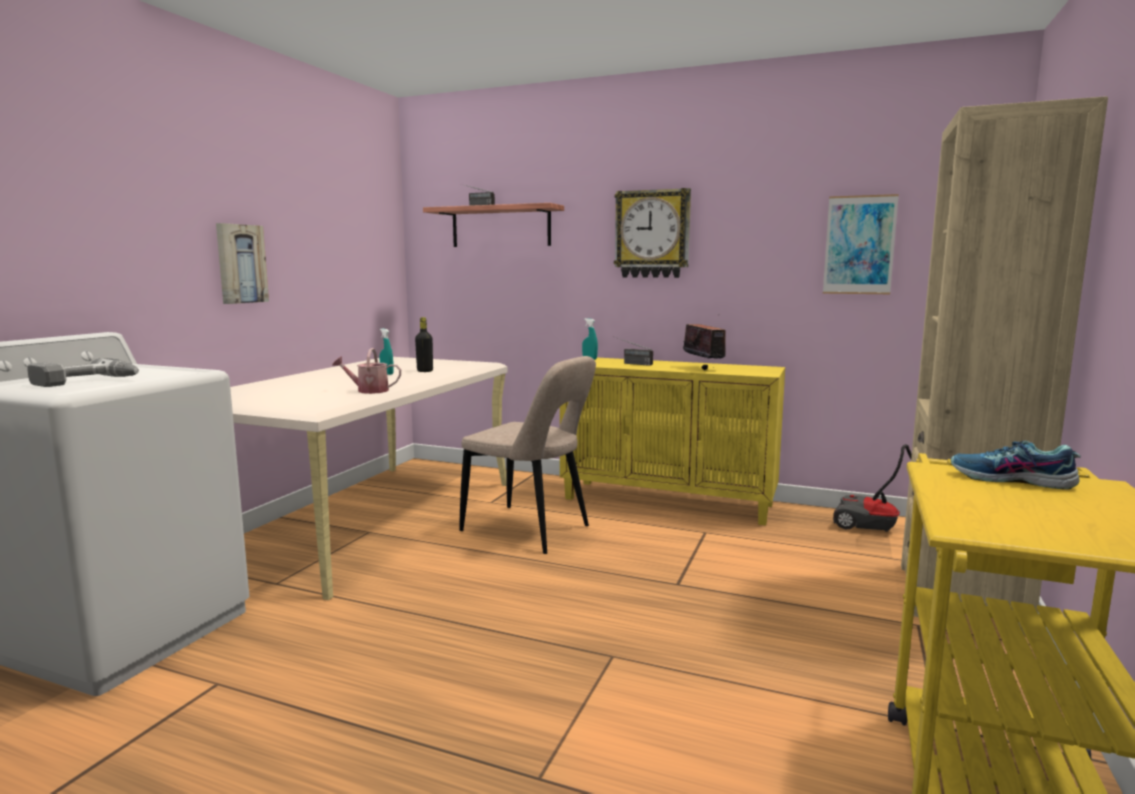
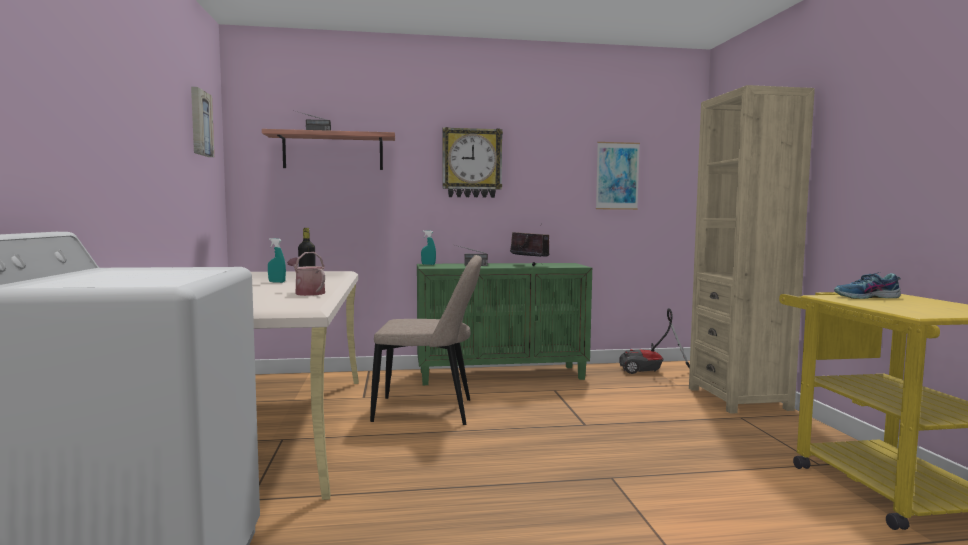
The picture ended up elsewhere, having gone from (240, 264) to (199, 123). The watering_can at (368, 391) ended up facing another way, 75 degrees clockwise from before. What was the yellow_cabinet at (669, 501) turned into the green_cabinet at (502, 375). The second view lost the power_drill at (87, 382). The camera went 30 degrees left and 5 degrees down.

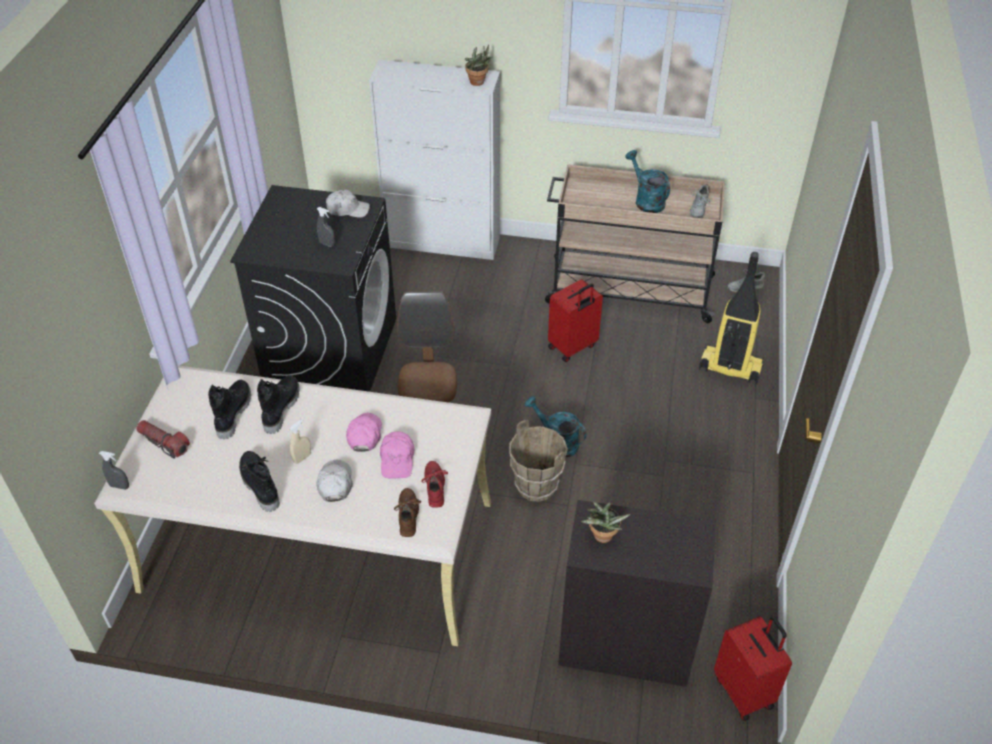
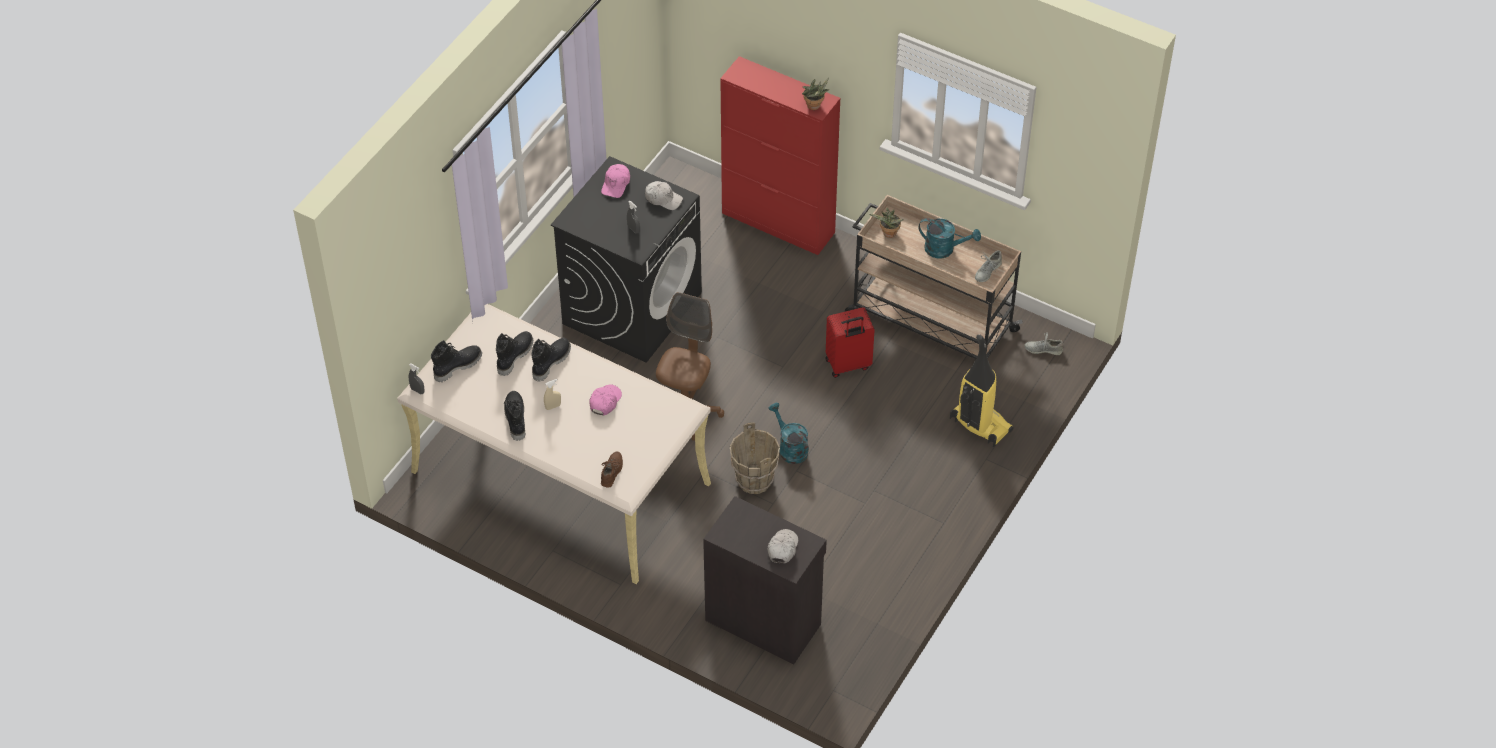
Where the flashlight stood at (164, 443), the black_boot came to stand at (457, 366). The pink_cap ended up elsewhere, having gone from (397, 459) to (616, 184). What was the white_cabinet at (443, 242) turned into the red_cabinet at (778, 223). The white_cap ended up elsewhere, having gone from (335, 483) to (782, 548). The potted_plant ended up elsewhere, having gone from (602, 538) to (888, 234). The turquoise_watering_can at (646, 200) ended up facing another way, 120 degrees clockwise from before. The second view lost the red_shoe at (435, 486). The second view lost the red_suitcase at (745, 691). The camera went 20 degrees right and 5 degrees up.

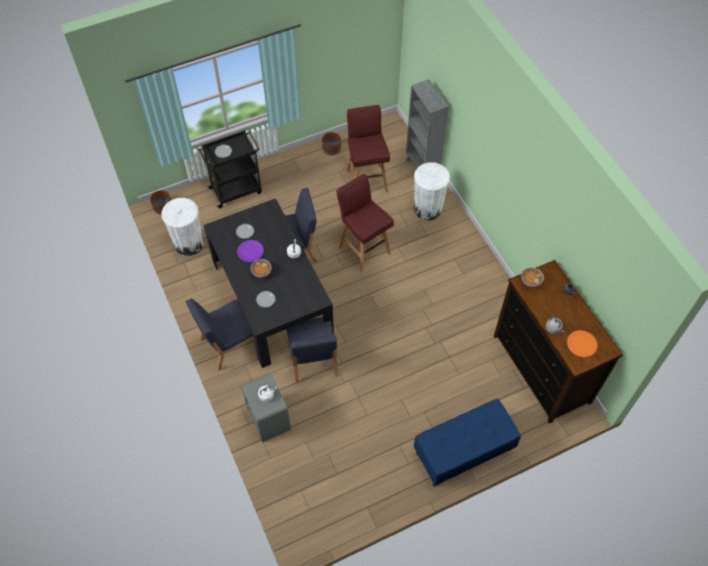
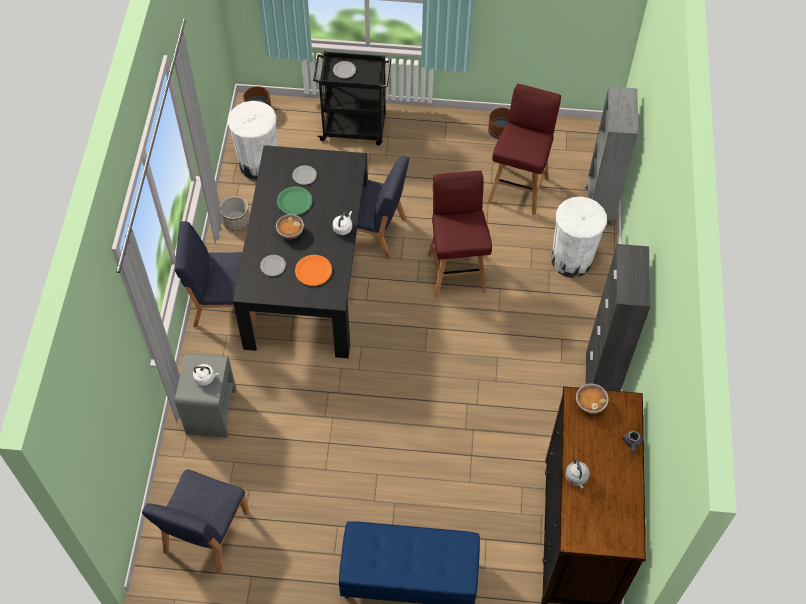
The blue_chair ended up elsewhere, having gone from (313, 359) to (205, 533). The second view gained the planter at (236, 221). What was the purple_plate at (250, 251) turned into the green_plate at (294, 201). The orange_plate ended up elsewhere, having gone from (582, 344) to (313, 271). The second view gained the black_cabinet at (599, 381). The camera went 30 degrees right and 0 degrees up.

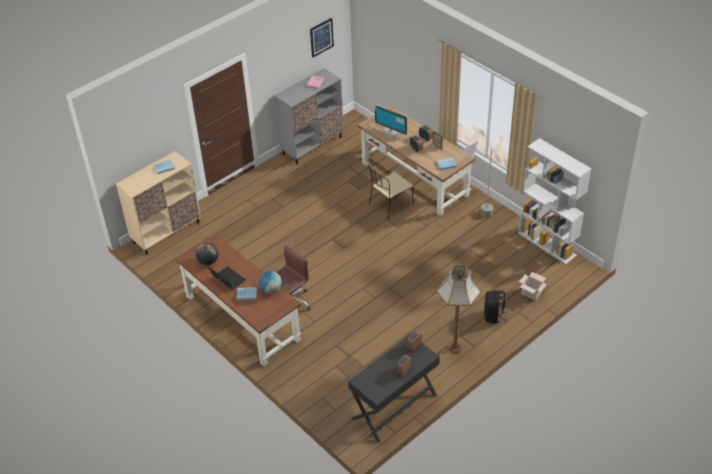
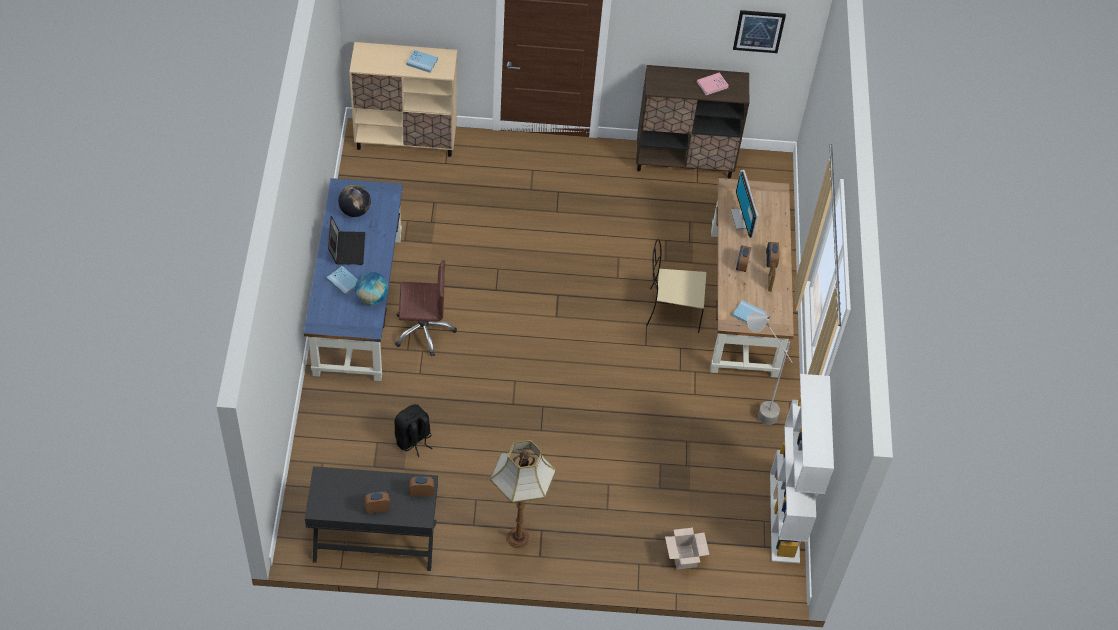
What was the brown_desk at (241, 318) turned into the blue_desk at (357, 303). The black_backpack ended up elsewhere, having gone from (493, 316) to (413, 440). What was the grey_cabinet at (312, 145) turned into the brown_cabinet at (684, 161). The camera went 40 degrees right and 10 degrees up.

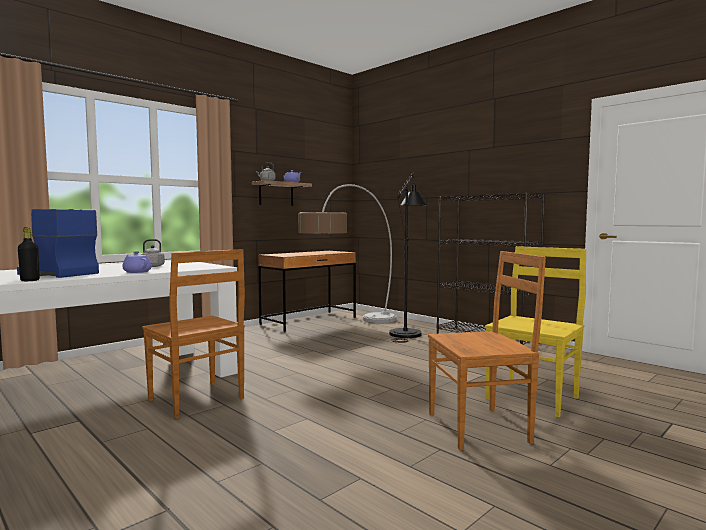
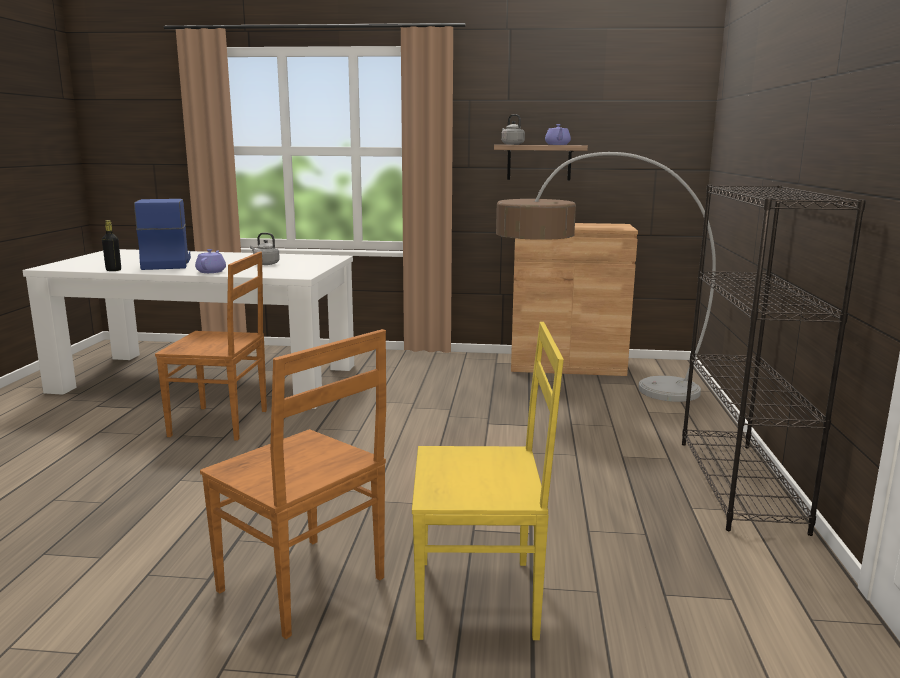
The brown_chair at (197, 400) ended up facing another way, 90 degrees counterclockwise from before. Where the brown_desk stood at (309, 321), the brown_cabinet came to stand at (567, 365). The second view lost the black_floor_lamp at (407, 332). The camera went 50 degrees right and 10 degrees up.

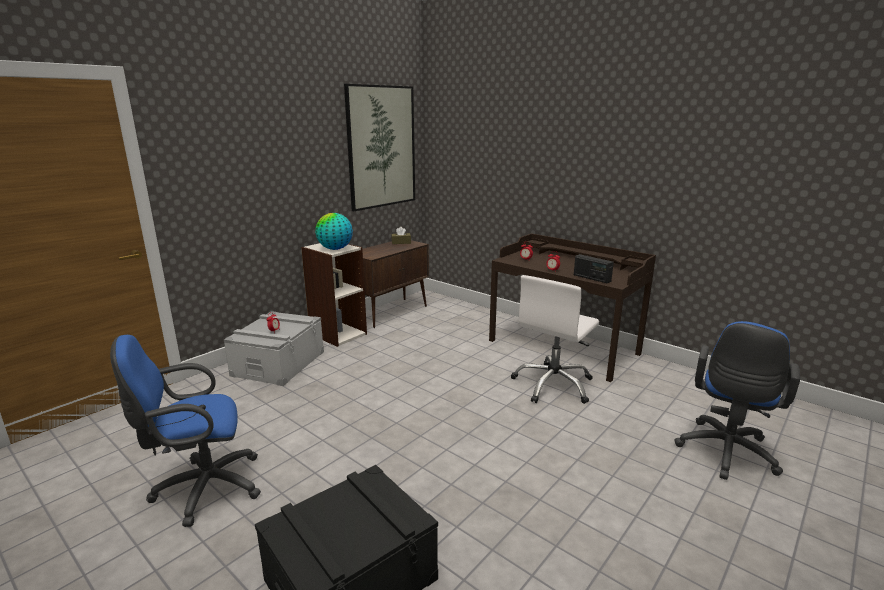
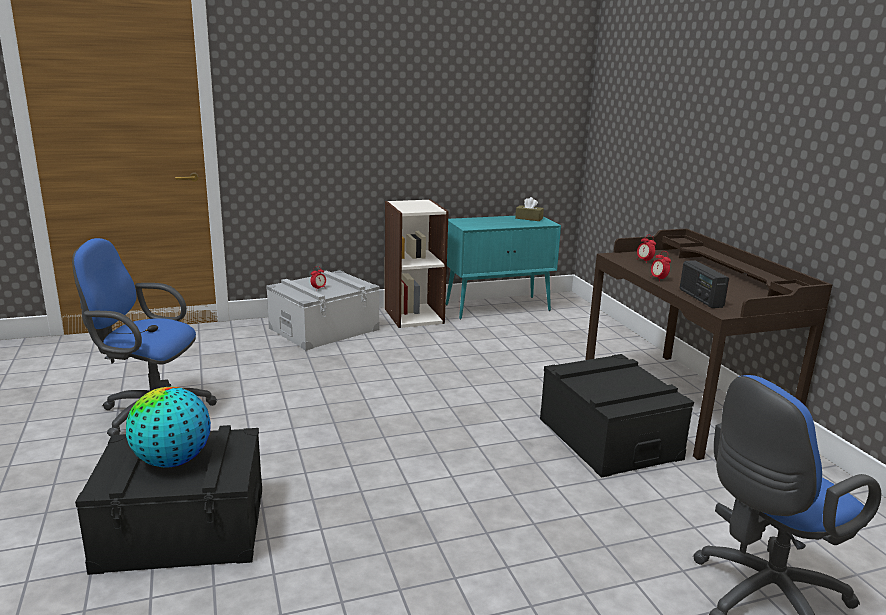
The globe ended up elsewhere, having gone from (335, 249) to (172, 461). What was the brown_cabinet at (391, 312) turned into the turquoise_cabinet at (498, 307). Where the white_office_chair stood at (553, 385), the black_storage_box came to stand at (608, 438). The second view lost the picture at (381, 147). The camera went 30 degrees right and 0 degrees up.

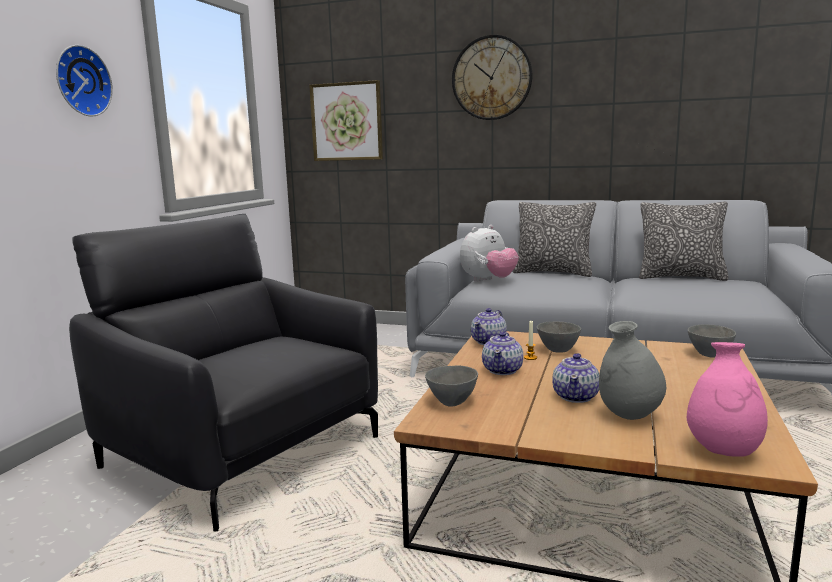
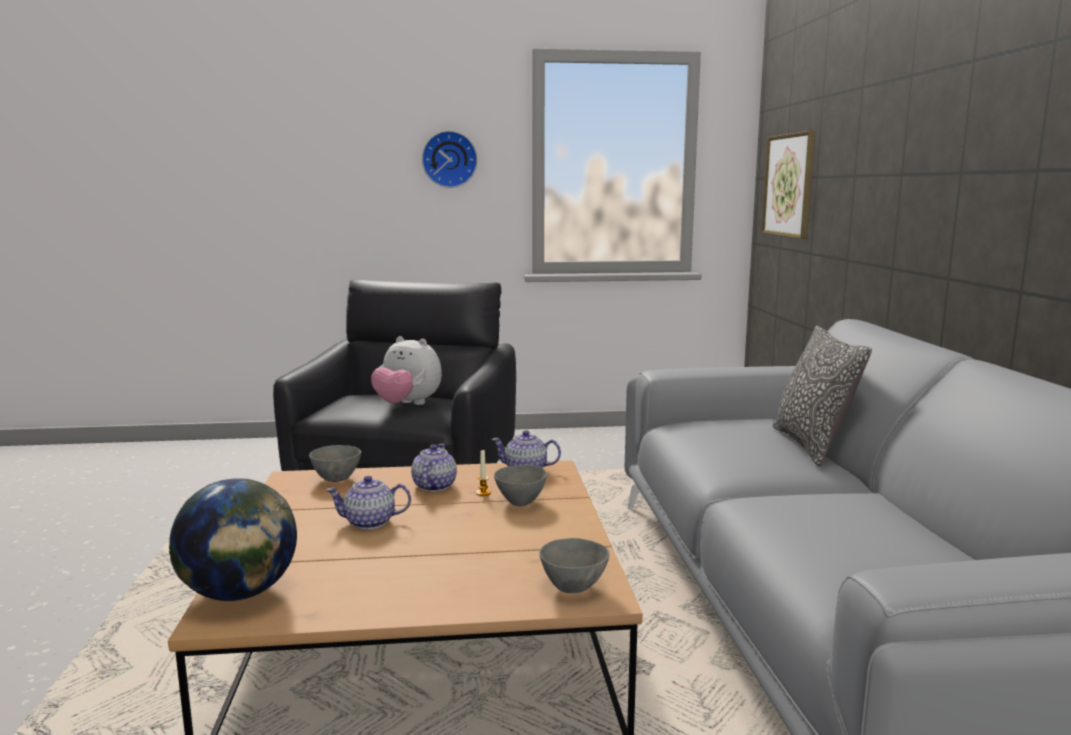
Where the pink_vase stood at (723, 451), the globe came to stand at (240, 594). The plush_toy ended up elsewhere, having gone from (488, 281) to (407, 405). The teapot at (503, 370) ended up facing another way, 105 degrees clockwise from before. The second view lost the wall_clock at (491, 78). The second view lost the grey_vase at (629, 415). The second view lost the pillow at (680, 277). The camera went 65 degrees right and 0 degrees up.

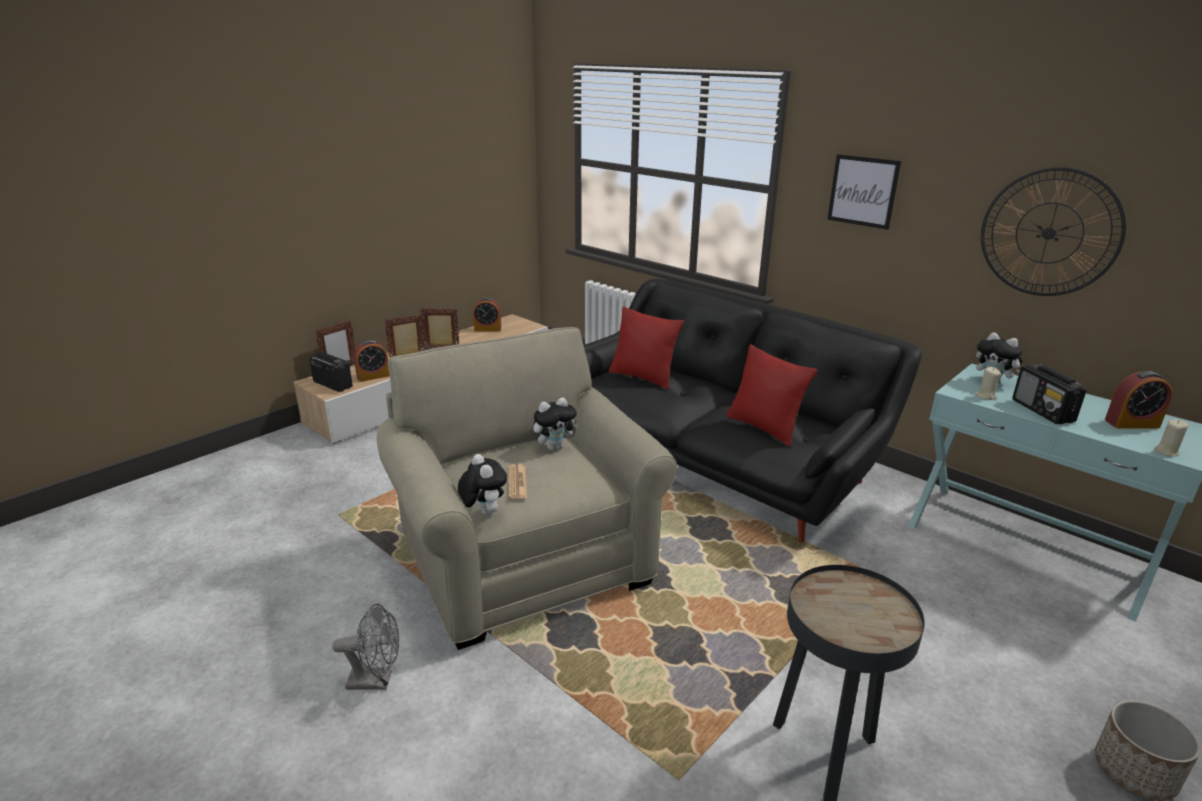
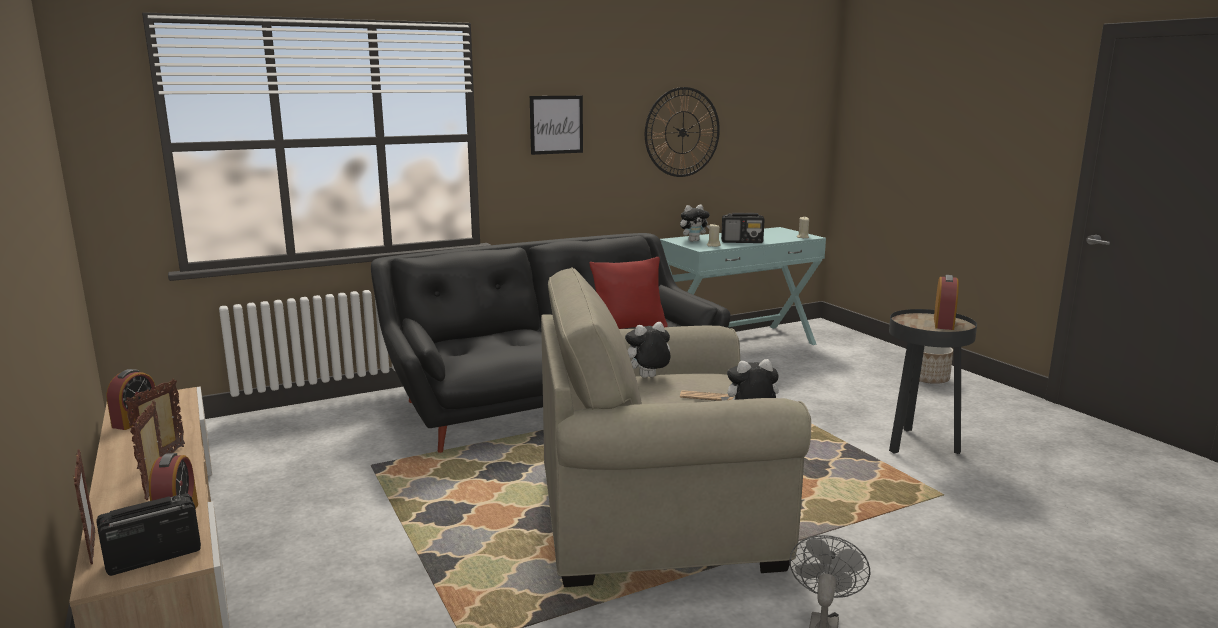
The plush_toy at (555, 447) ended up facing another way, 105 degrees counterclockwise from before. The alarm_clock ended up elsewhere, having gone from (1132, 423) to (943, 323). The second view lost the red_pillow at (643, 377). The camera went 70 degrees left and 10 degrees down.

